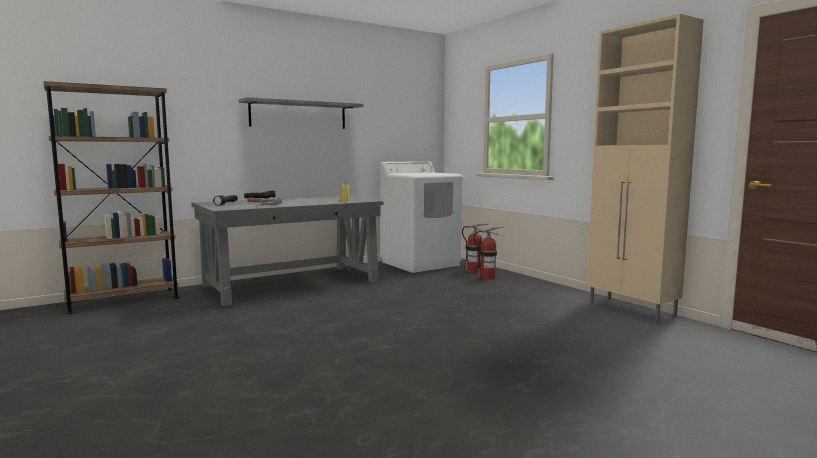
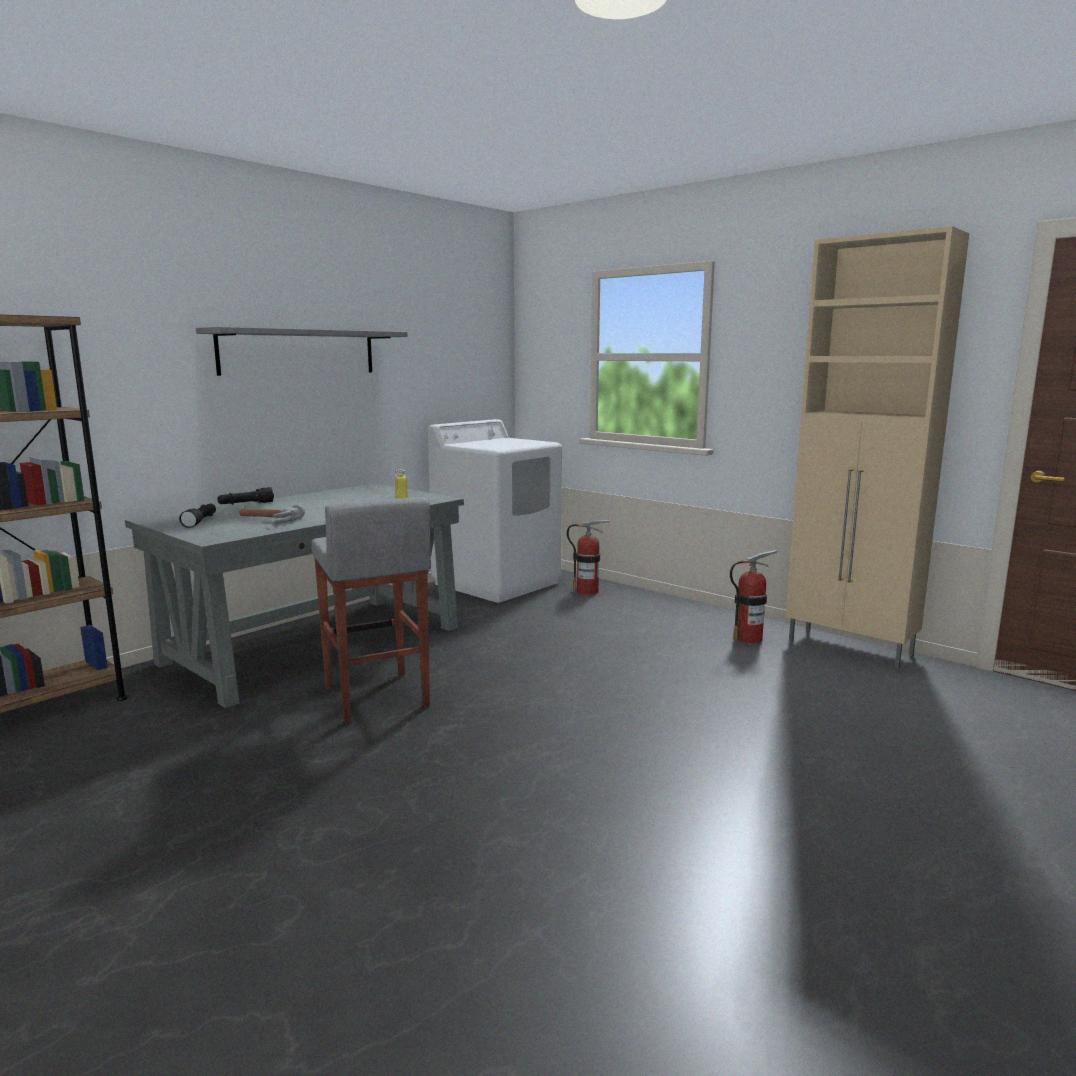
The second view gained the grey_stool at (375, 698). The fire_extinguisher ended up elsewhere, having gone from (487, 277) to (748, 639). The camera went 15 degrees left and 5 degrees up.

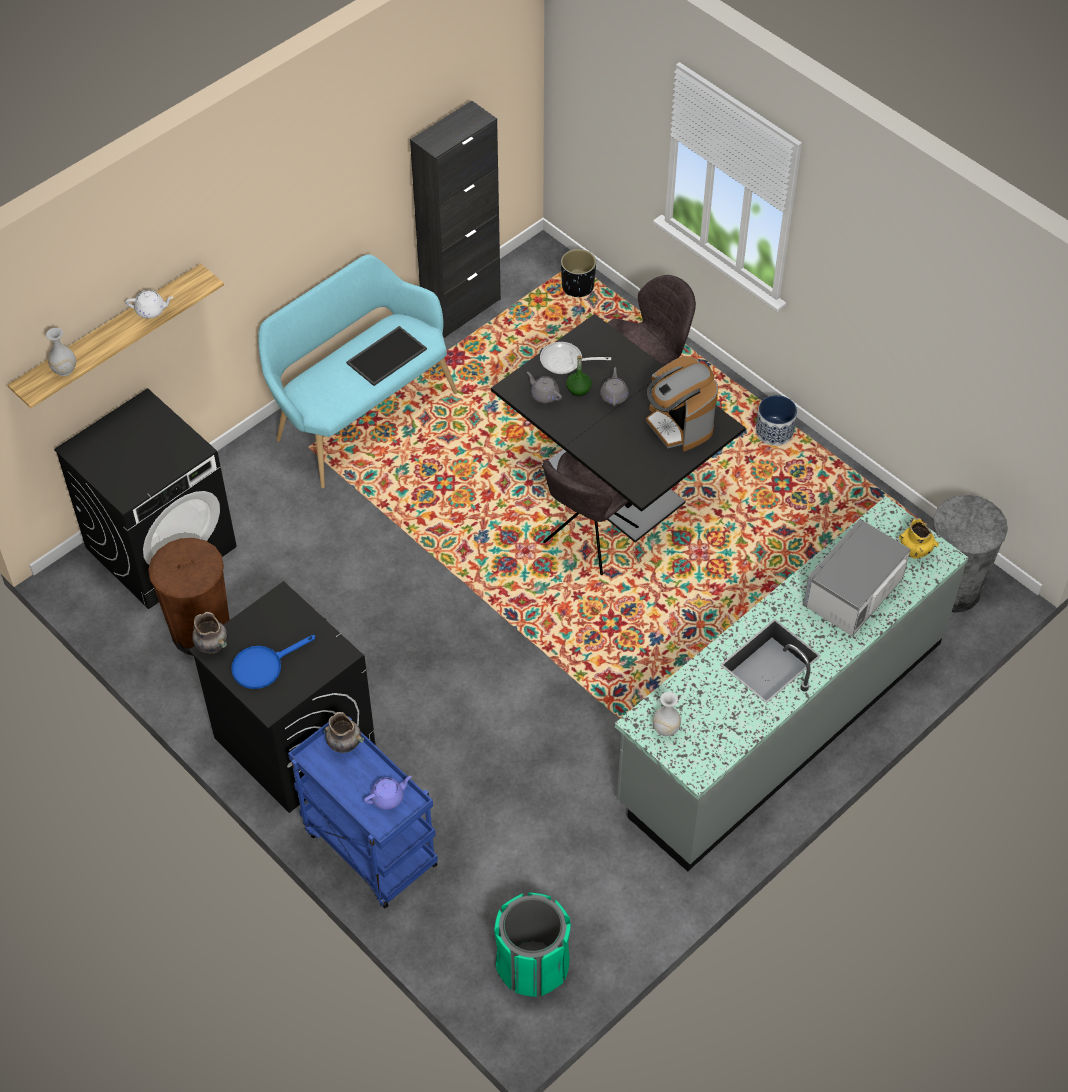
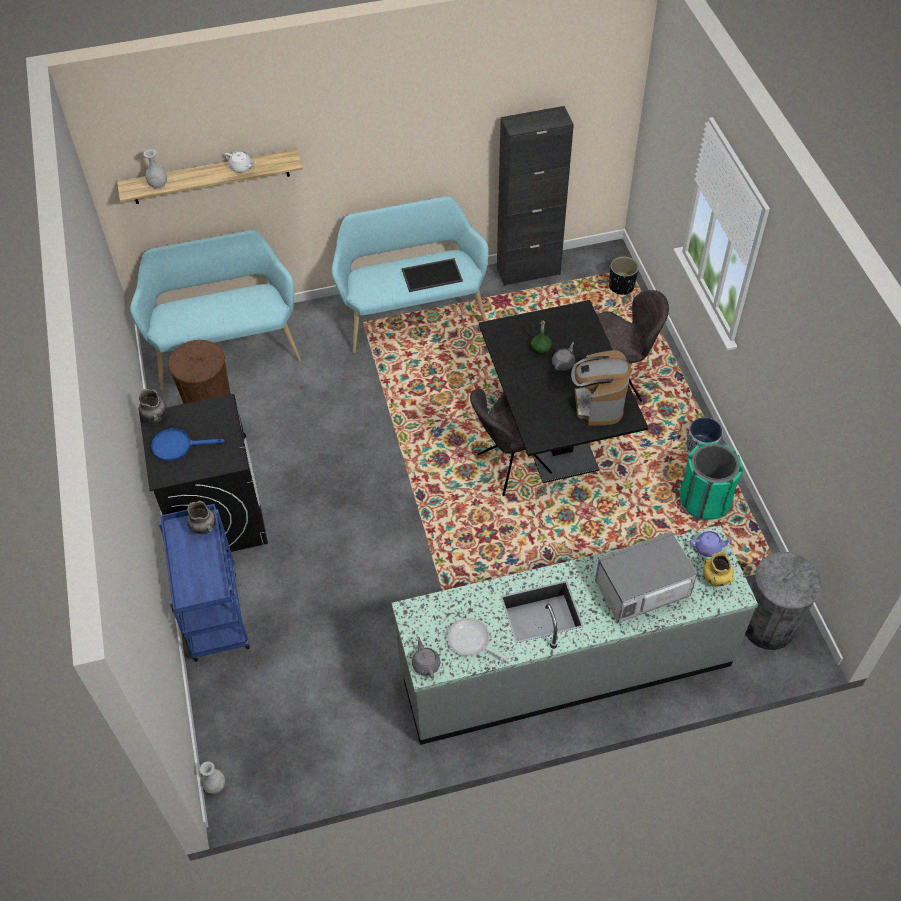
Where the black_washing_machine stood at (161, 546), the turquoise_bench came to stand at (226, 348). The white_vase ended up elsewhere, having gone from (665, 729) to (215, 785). The grey_teapot ended up elsewhere, having gone from (544, 395) to (426, 664). The frying_pan ended up elsewhere, having gone from (565, 361) to (472, 642). The green_trash_can ended up elsewhere, having gone from (532, 965) to (704, 500). The purple_teapot ended up elsewhere, having gone from (388, 797) to (708, 548). The camera went 30 degrees right and 0 degrees up.

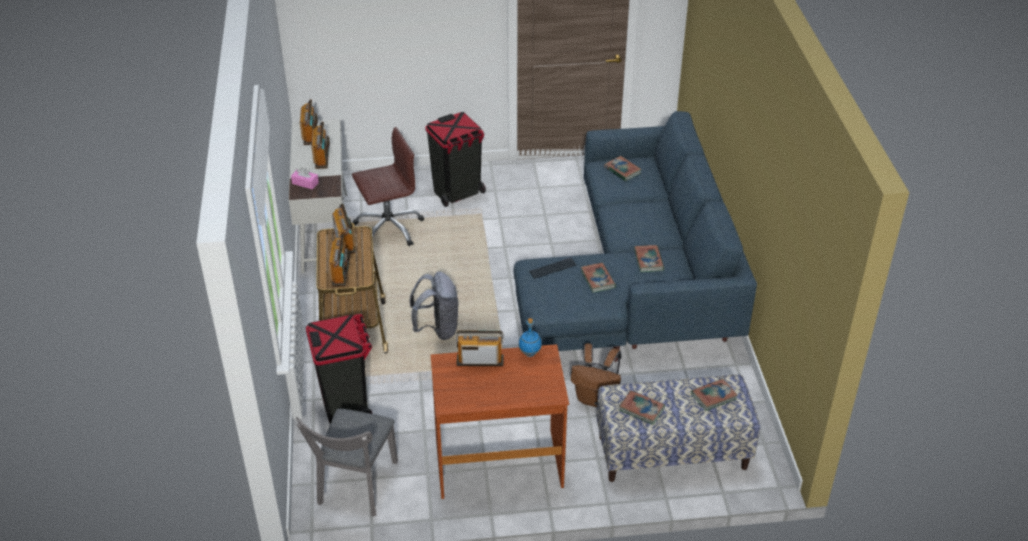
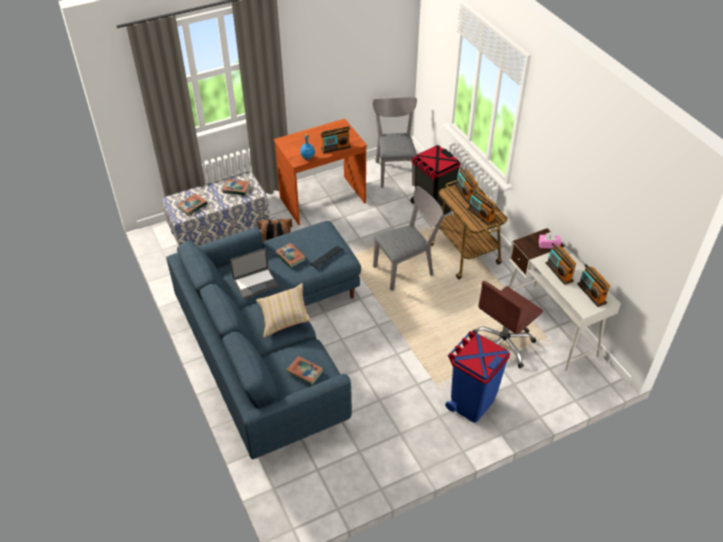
Where the book stood at (648, 260), the laptop came to stand at (256, 282). The second view gained the beige_pillow at (284, 317). Where the grey_backpack stood at (437, 329), the grey_chair came to stand at (407, 269). What was the black_trash_can at (457, 193) turned into the blue_trash_can at (471, 403). The camera went 160 degrees right and 5 degrees up.

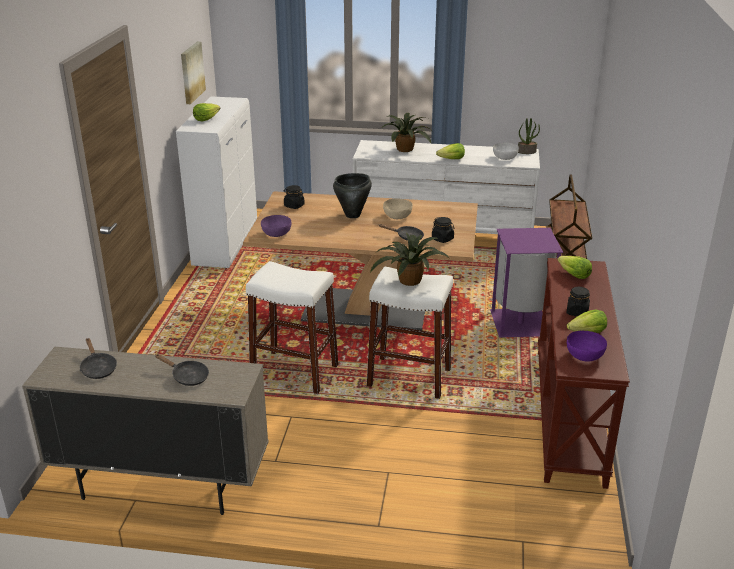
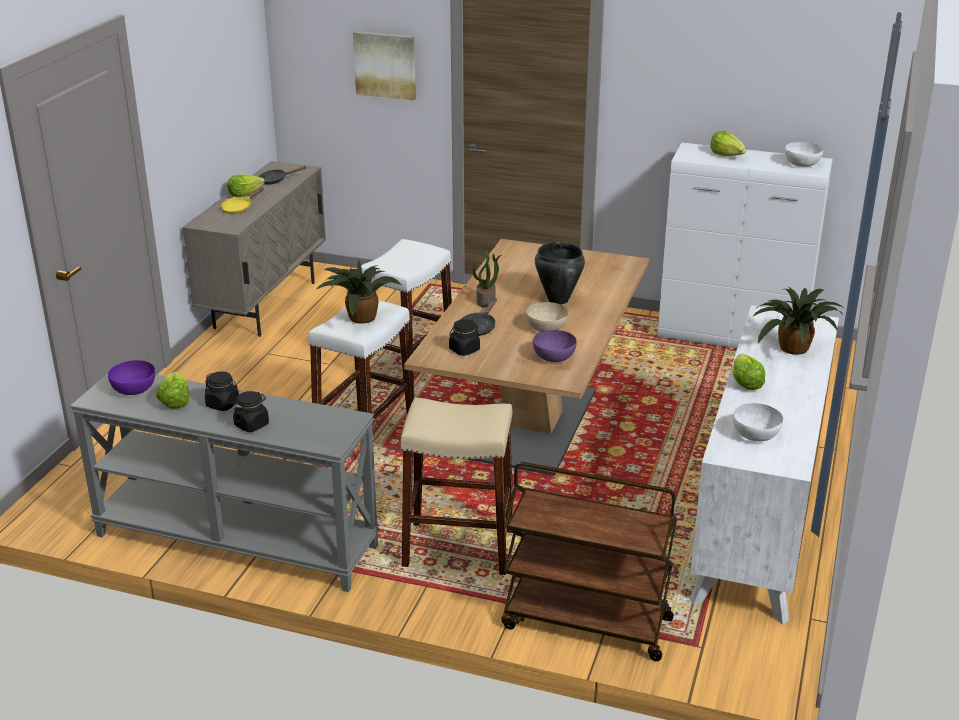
What was the brown_console_table at (570, 414) turned into the grey_console_table at (235, 542). What was the black_frying_pan at (187, 377) turned into the yellow_frying_pan at (239, 208). The lettuce ended up elsewhere, having gone from (573, 275) to (245, 194). The black_jar ended up elsewhere, having gone from (294, 206) to (251, 425). The picture ended up elsewhere, having gone from (191, 72) to (385, 65). Where the purple_trash_can stood at (521, 323), the beige_stool came to stand at (458, 548). The potted_plant ended up elsewhere, having gone from (527, 151) to (486, 301). The purple_bowl ended up elsewhere, having gone from (277, 234) to (553, 357). The second view gained the white_bowl at (802, 164). The camera went 100 degrees right and 0 degrees up.

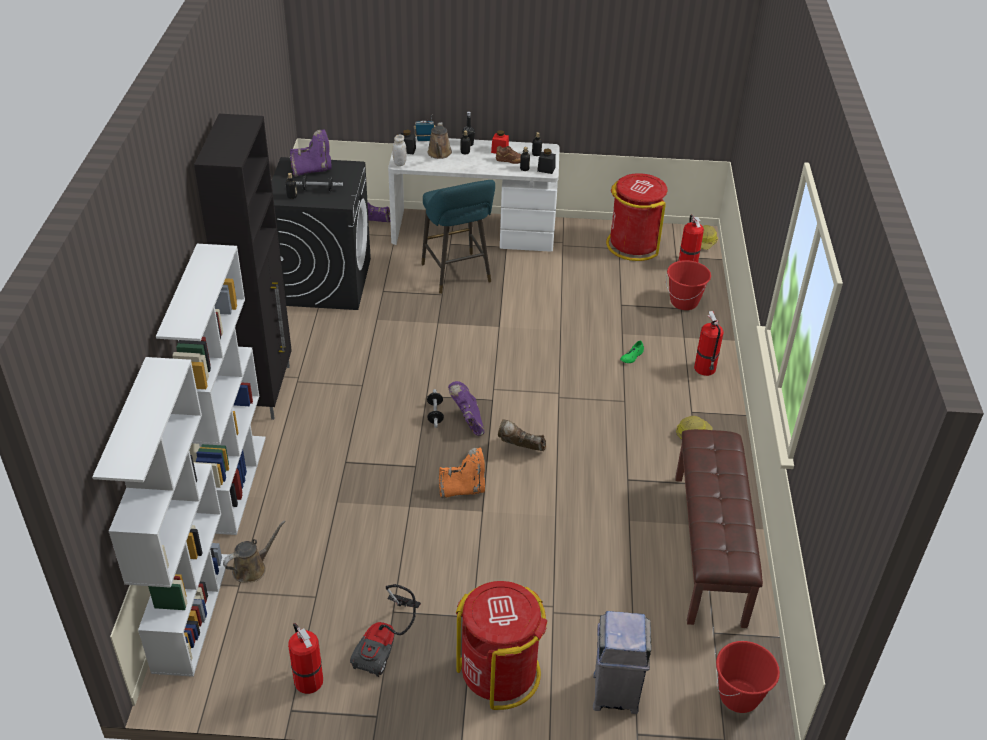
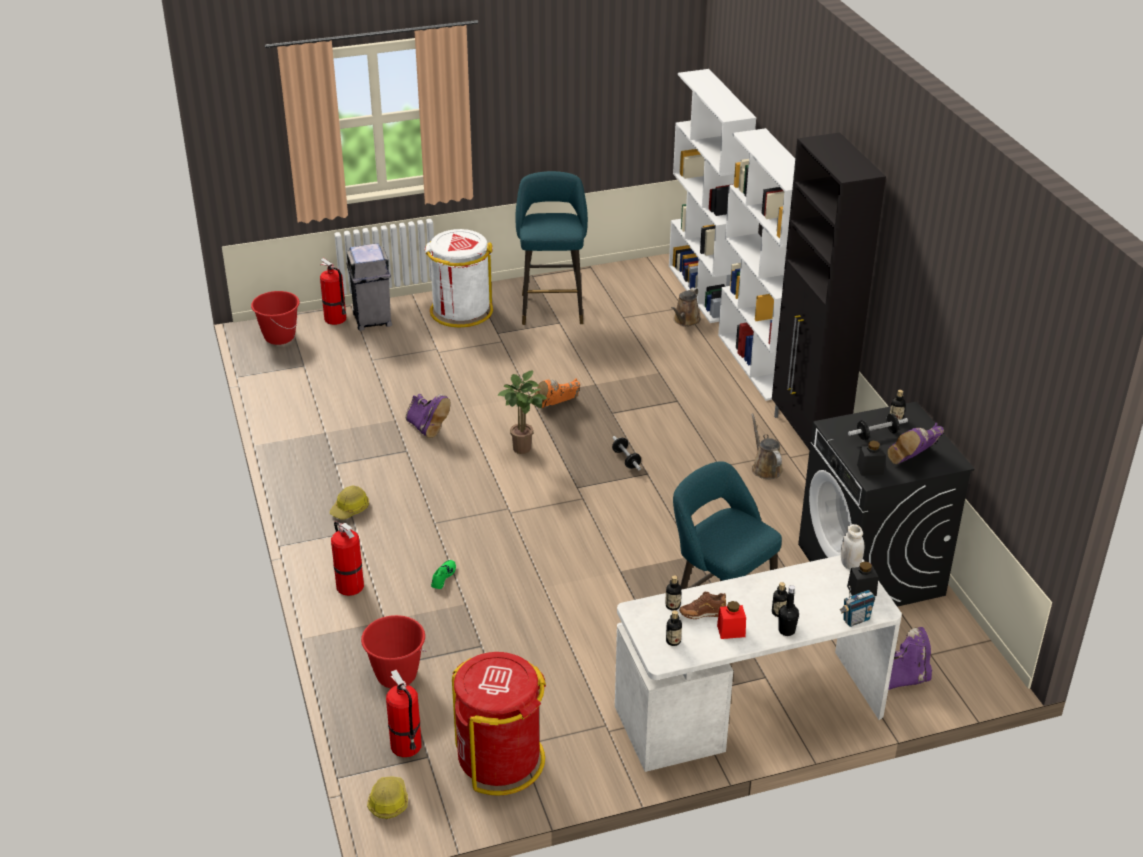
The fire_extinguisher ended up elsewhere, having gone from (307, 680) to (336, 319). The purple_boot ended up elsewhere, having gone from (468, 421) to (427, 428). What was the red_trash_can at (499, 673) turned into the white_trash_can at (461, 311). Where the brown_boot stood at (520, 449), the potted_plant came to stand at (523, 450). Where the vacuum_cleaner stood at (385, 644), the turquoise_stool came to stand at (552, 306). The brown_watering_can ended up elsewhere, having gone from (439, 154) to (765, 467). The black_jar ended up elsewhere, having gone from (546, 169) to (870, 469). The second view lost the brown_bench at (710, 548). The camera went 160 degrees right and 5 degrees down.

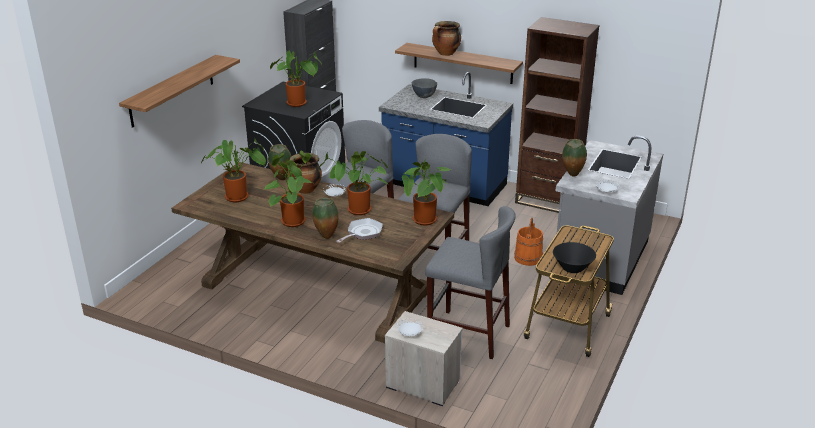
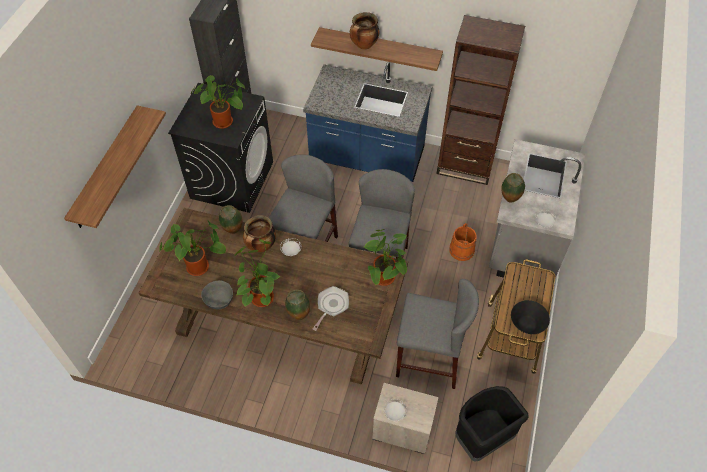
The grey_bowl ended up elsewhere, having gone from (424, 96) to (220, 302). The second view gained the black_trash_can at (482, 437). The second view lost the potted_plant at (357, 211). The camera went 10 degrees left and 25 degrees up.

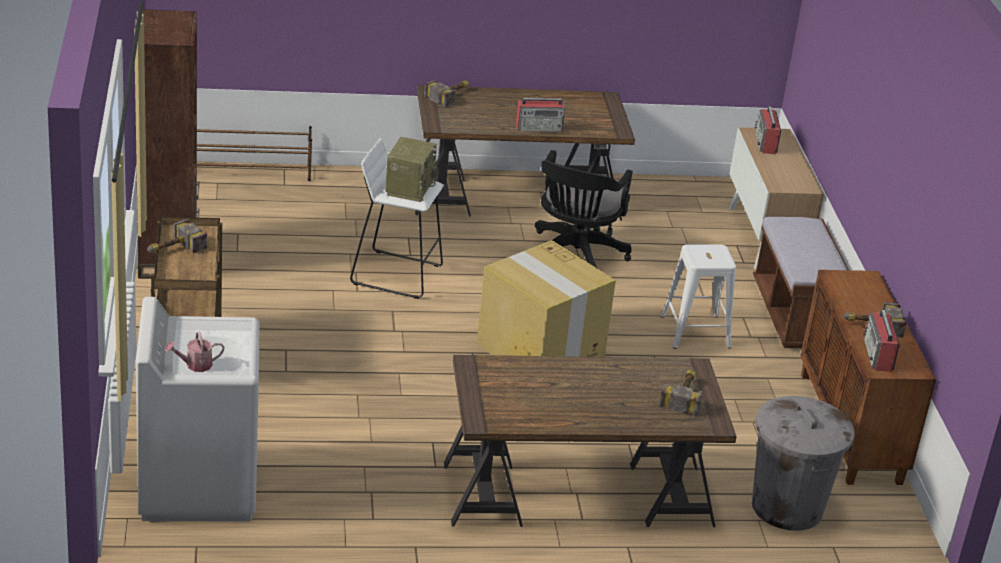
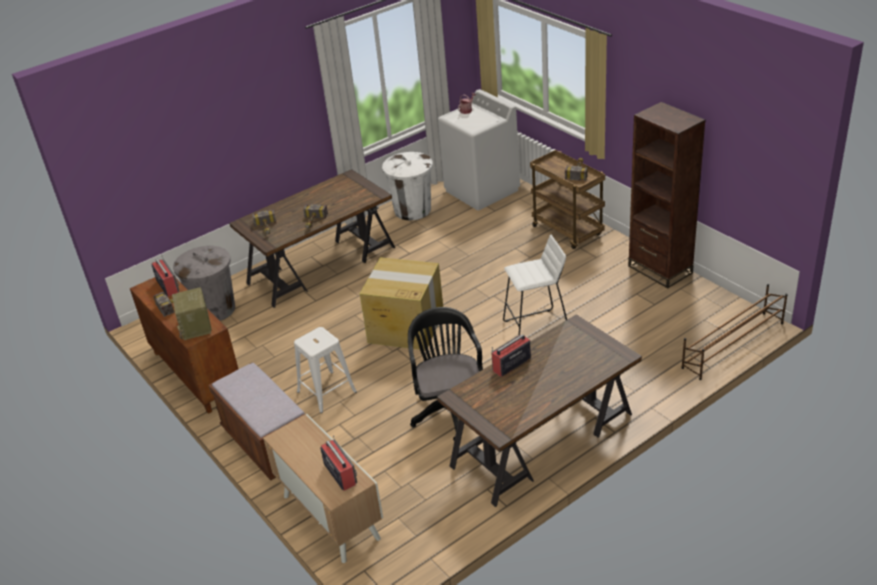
The radio ended up elsewhere, having gone from (409, 188) to (196, 327). The hammer ended up elsewhere, having gone from (451, 95) to (312, 222). The second view gained the white_trash_can at (412, 210). The camera went 155 degrees right and 5 degrees up.

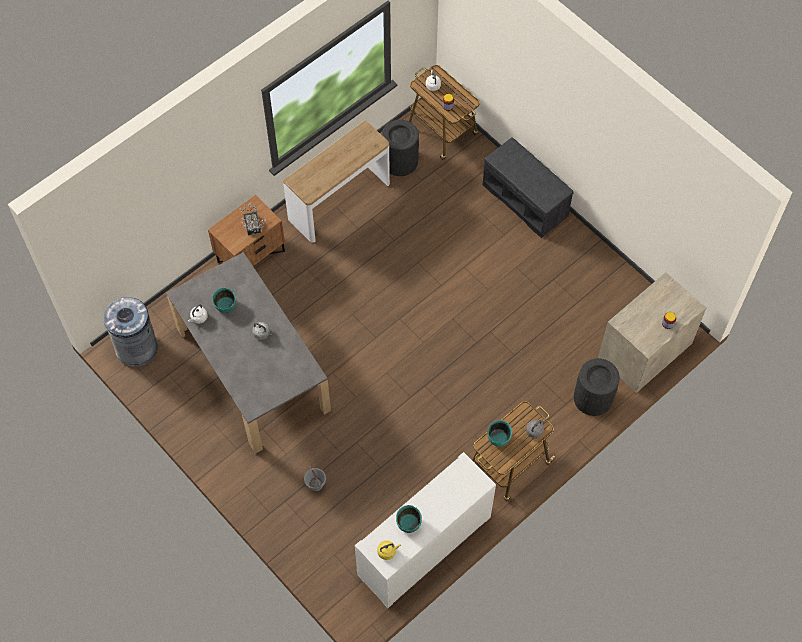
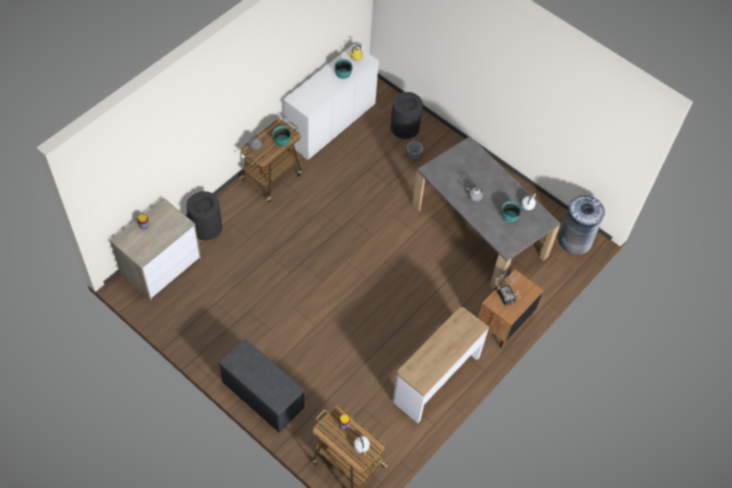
The black_trash_can ended up elsewhere, having gone from (400, 161) to (404, 127). The camera went 170 degrees right and 5 degrees down.

